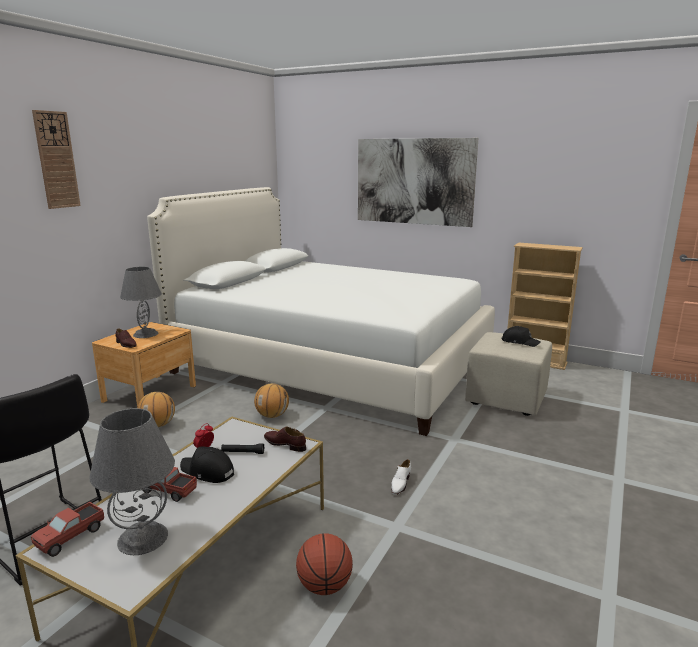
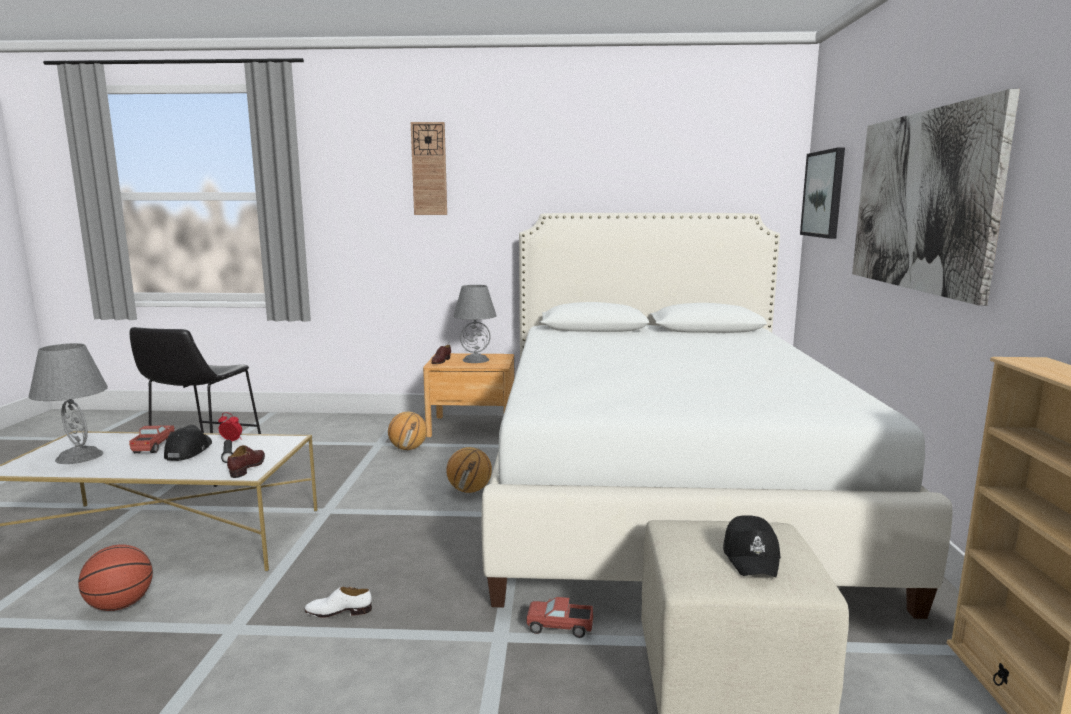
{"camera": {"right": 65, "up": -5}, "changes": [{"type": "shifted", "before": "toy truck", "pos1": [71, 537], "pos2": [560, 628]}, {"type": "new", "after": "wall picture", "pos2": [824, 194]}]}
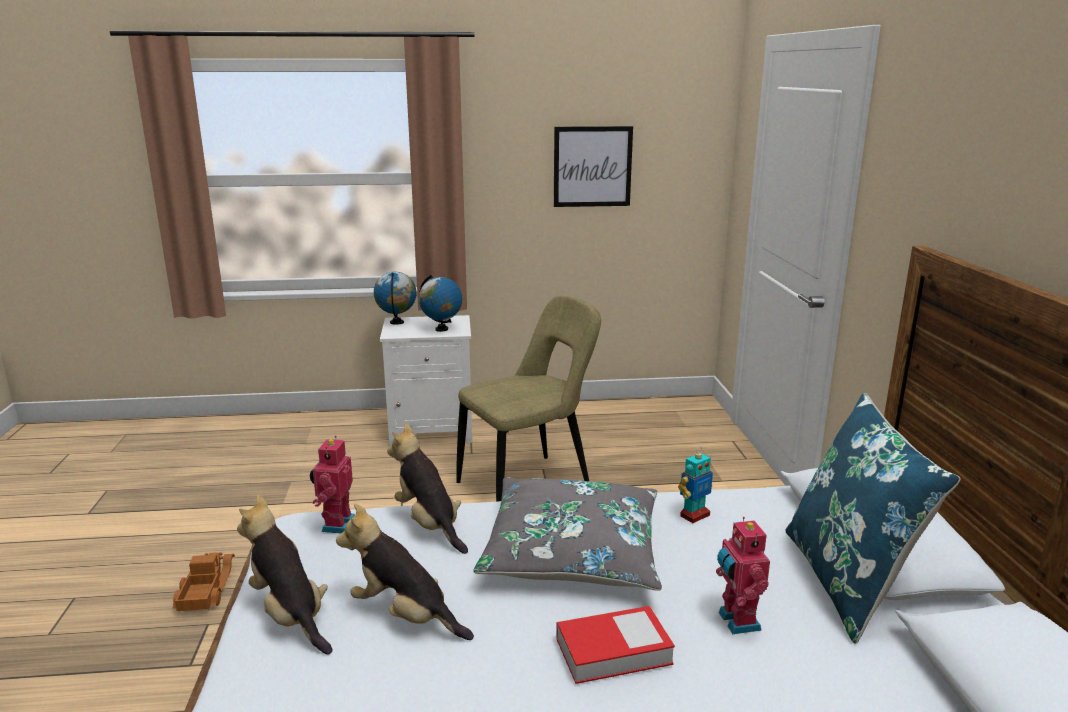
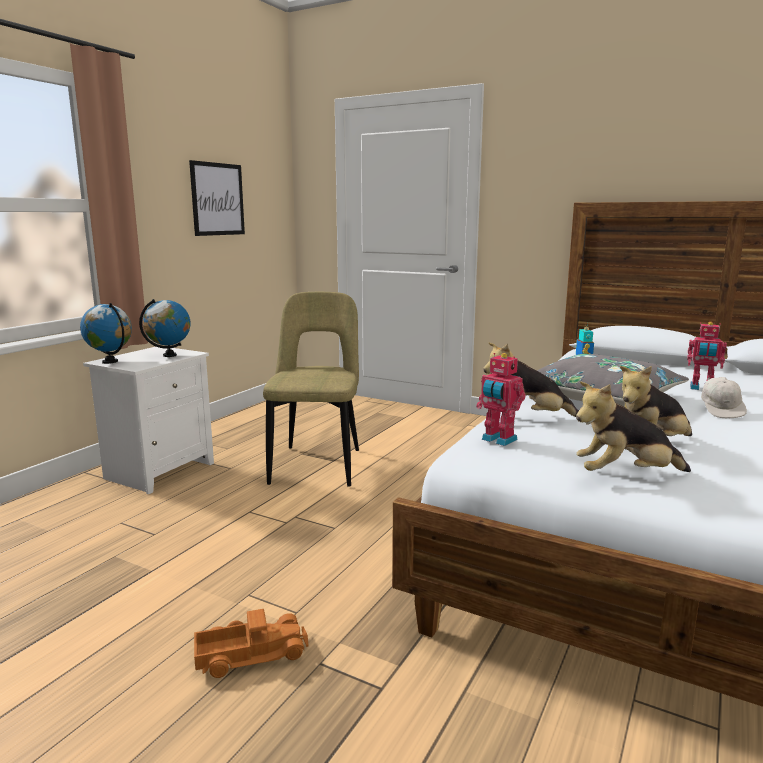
{"camera": {"right": -55, "up": -5}, "changes": [{"type": "rotated", "before": "toy truck", "pos1": [204, 589], "pos2": [250, 654], "turn": 135}, {"type": "swapped", "before": "bound book", "after": "baseball cap/white-coloured", "pos1": [613, 651], "pos2": [721, 411]}, {"type": "gone", "before": "pillow/blue", "pos1": [848, 581]}]}
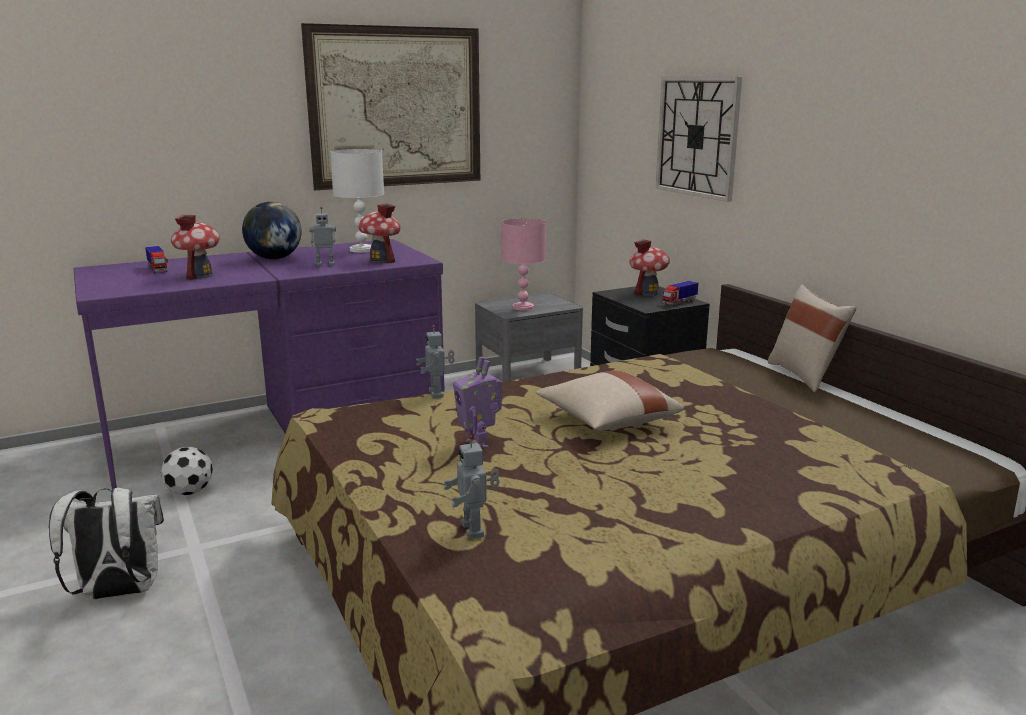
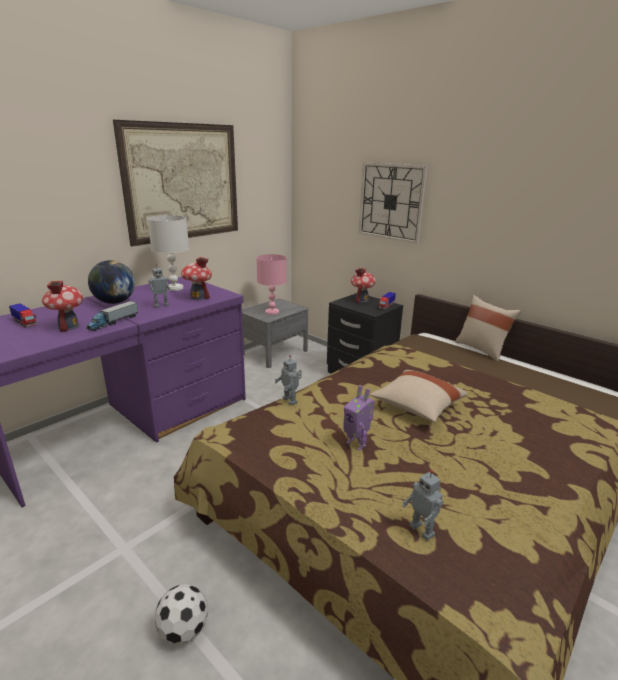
{"camera": {"right": -20, "up": 5}, "changes": [{"type": "new", "after": "toy truck", "pos2": [113, 322]}, {"type": "shifted", "before": "football ball", "pos1": [189, 492], "pos2": [183, 630]}, {"type": "gone", "before": "knapsack/white-coloured", "pos1": [118, 593]}]}
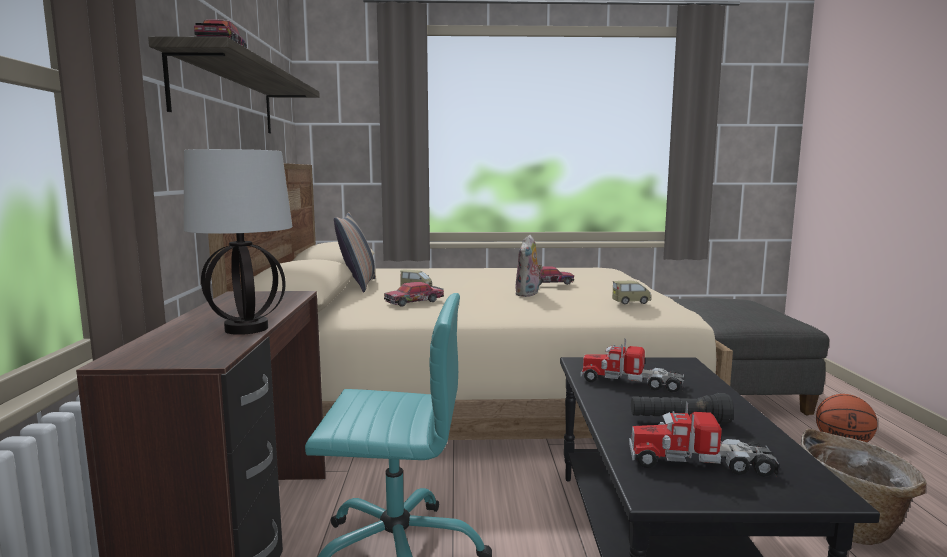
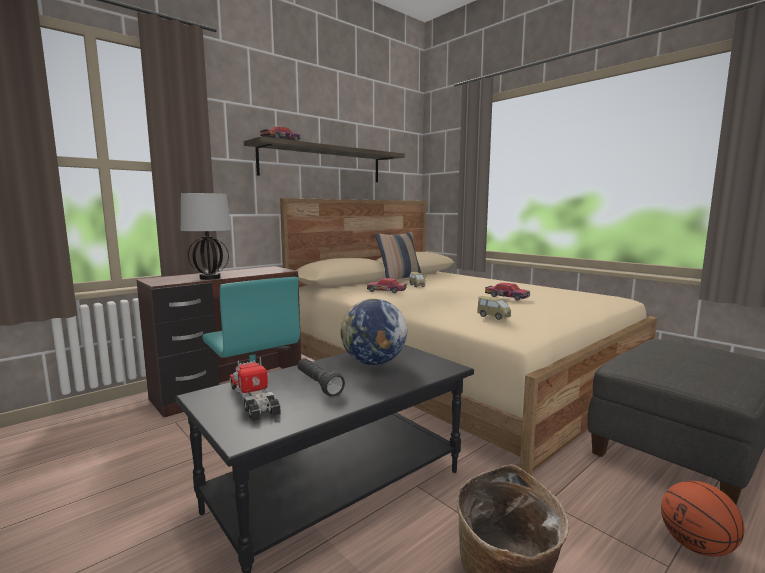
{"camera": {"right": 50, "up": 0}, "changes": [{"type": "swapped", "before": "toy truck", "after": "world globe", "pos1": [631, 383], "pos2": [373, 363]}, {"type": "gone", "before": "cuddly toy", "pos1": [528, 294]}]}
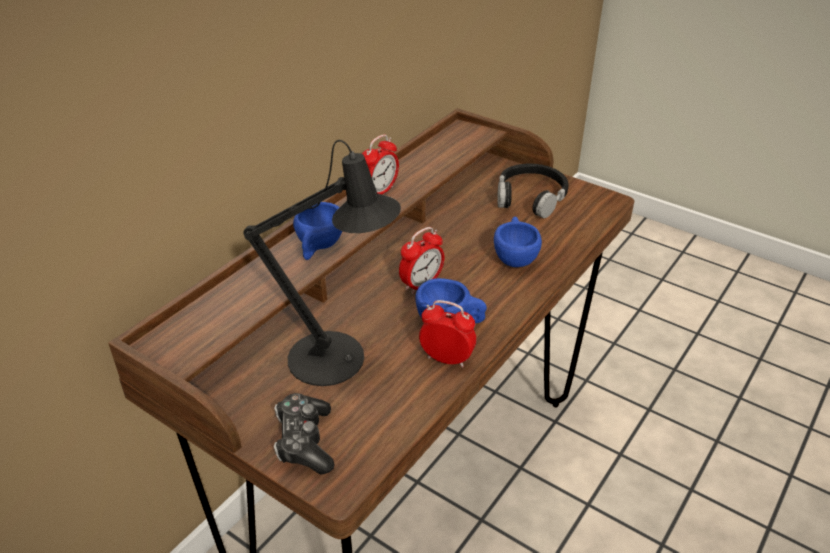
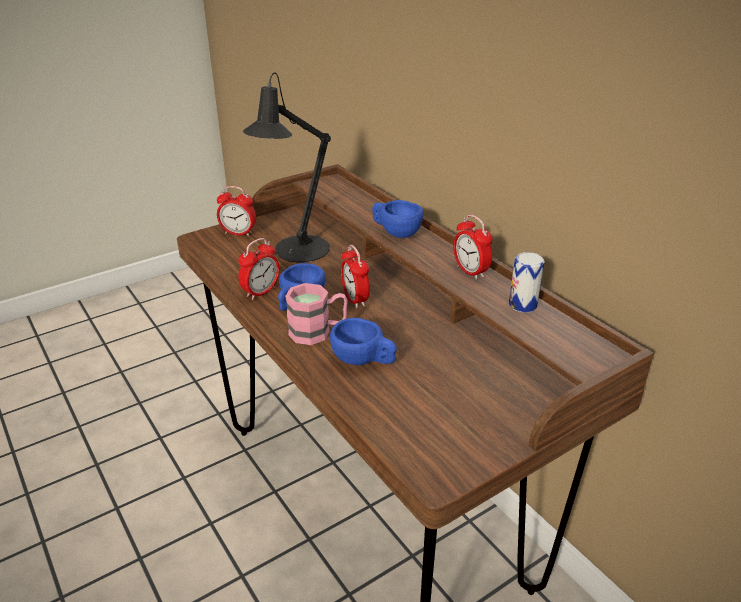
{"camera": {"right": 110, "up": -5}, "changes": [{"type": "swapped", "before": "joypad", "after": "table clock", "pos1": [305, 441], "pos2": [238, 233]}, {"type": "new", "after": "mug/pink-coloured", "pos2": [318, 331]}, {"type": "new", "after": "can", "pos2": [522, 304]}, {"type": "gone", "before": "pair of headphones/blackish", "pos1": [530, 197]}]}
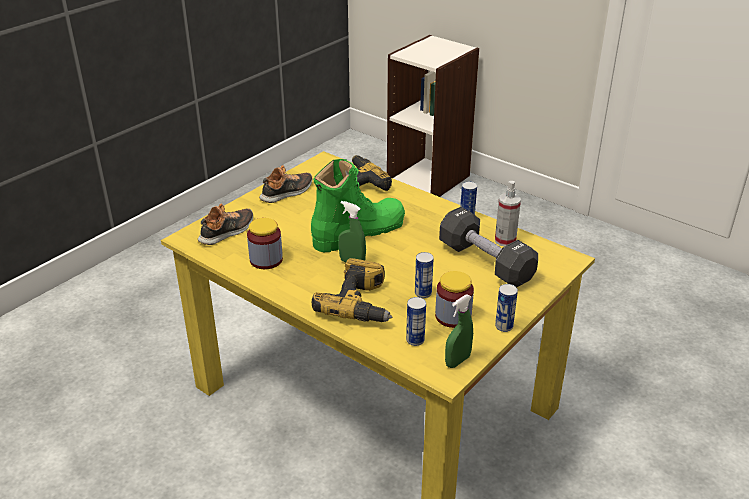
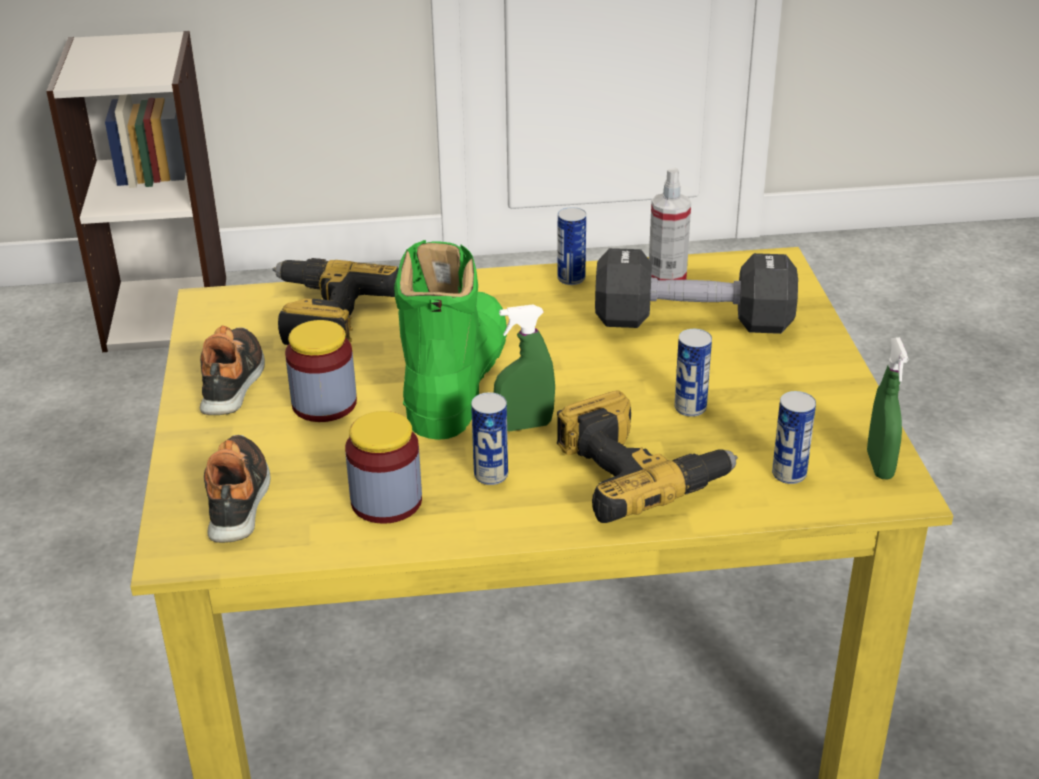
{"camera": {"right": -45, "up": 0}, "changes": [{"type": "shifted", "before": "preserve jar", "pos1": [453, 316], "pos2": [324, 404]}, {"type": "shifted", "before": "can", "pos1": [504, 326], "pos2": [491, 475]}]}
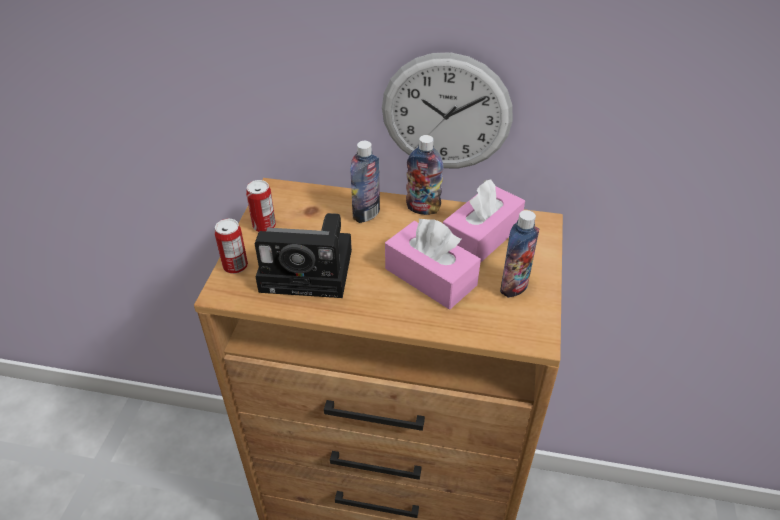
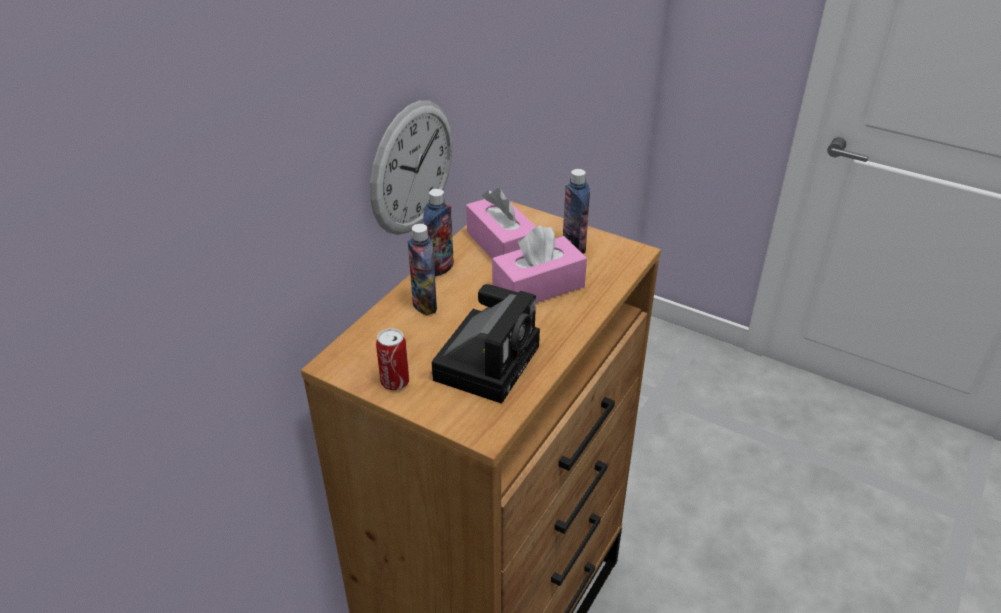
{"camera": {"right": -70, "up": -5}, "changes": [{"type": "gone", "before": "can", "pos1": [235, 266]}]}
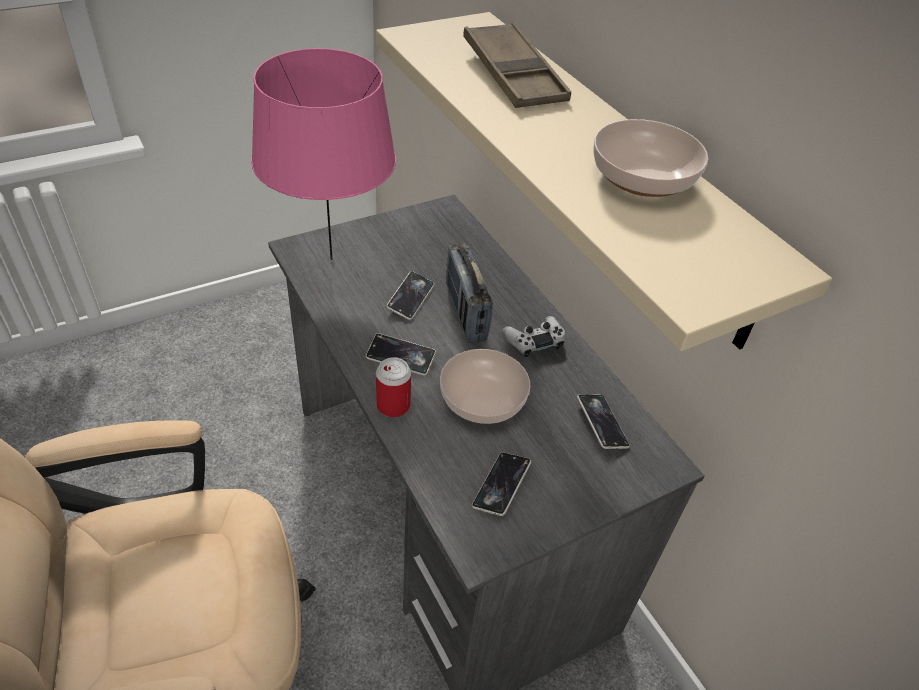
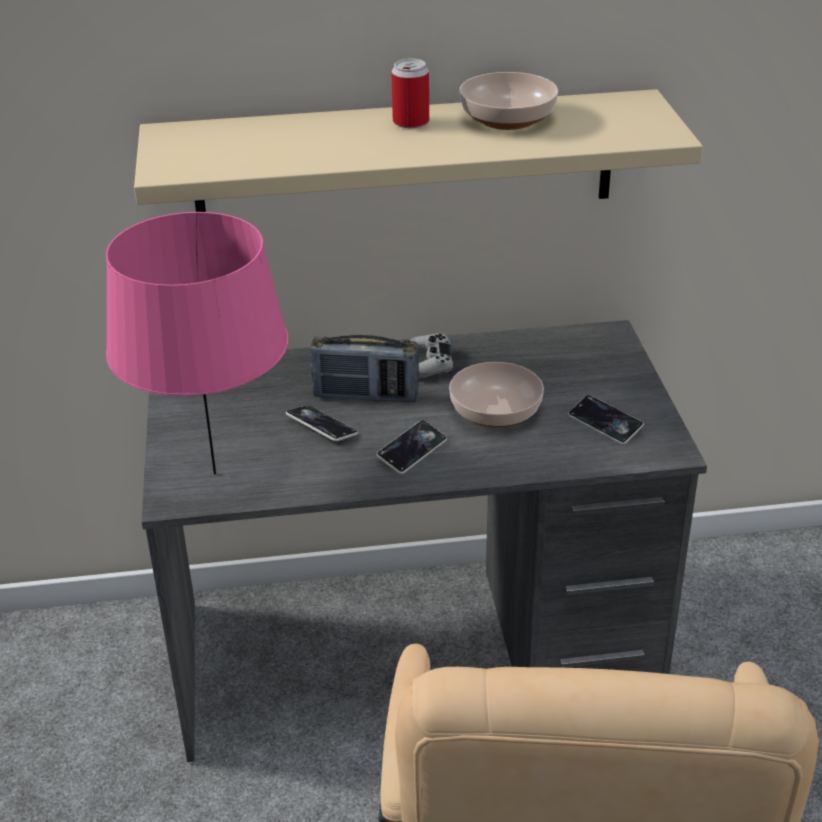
{"camera": {"right": -65, "up": -10}, "changes": [{"type": "shifted", "before": "can", "pos1": [393, 405], "pos2": [411, 122]}, {"type": "gone", "before": "serving tray/brown", "pos1": [513, 75]}, {"type": "gone", "before": "telephone", "pos1": [601, 424]}]}
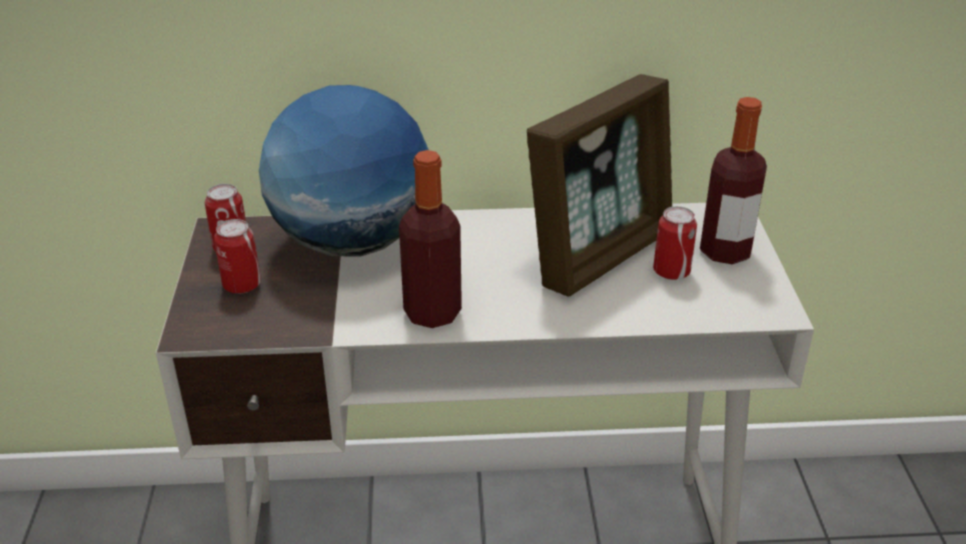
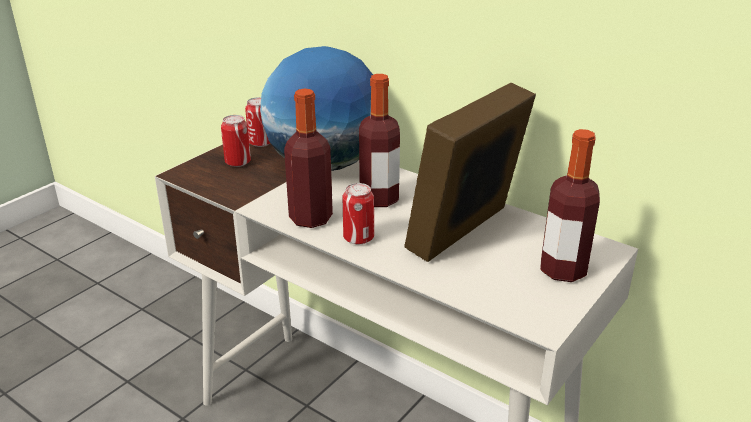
{"camera": {"right": 40, "up": -5}, "changes": [{"type": "shifted", "before": "can", "pos1": [671, 271], "pos2": [358, 238]}, {"type": "new", "after": "beverage bottle", "pos2": [379, 199]}, {"type": "rotated", "before": "photo frame", "pos1": [600, 254], "pos2": [464, 233], "turn": 135}]}
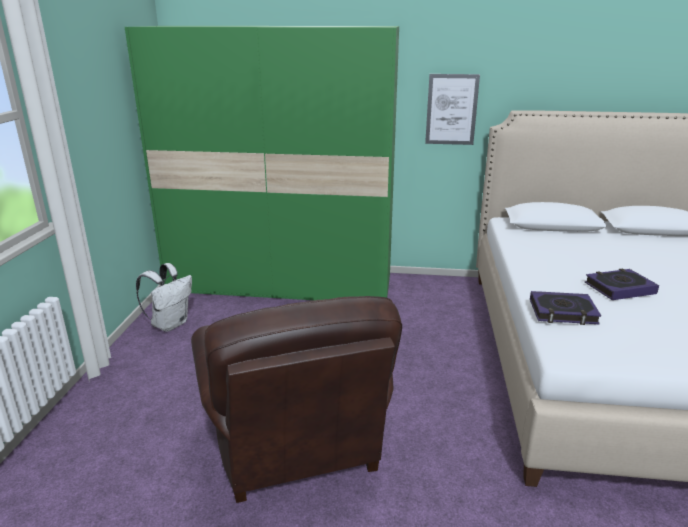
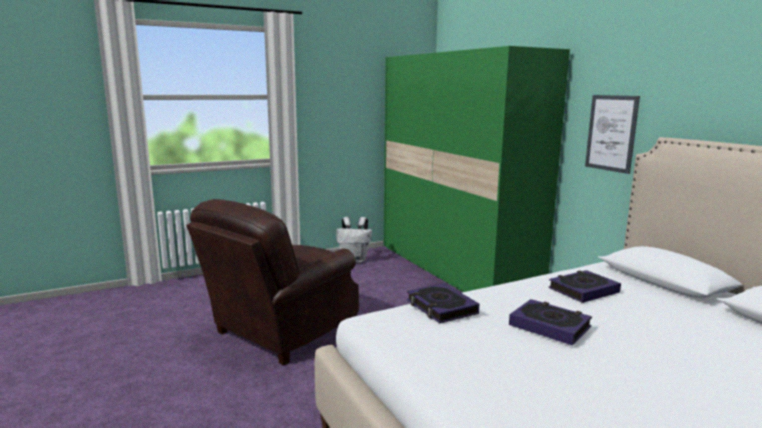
{"camera": {"right": 55, "up": -10}, "changes": [{"type": "new", "after": "bound book", "pos2": [583, 290]}]}
